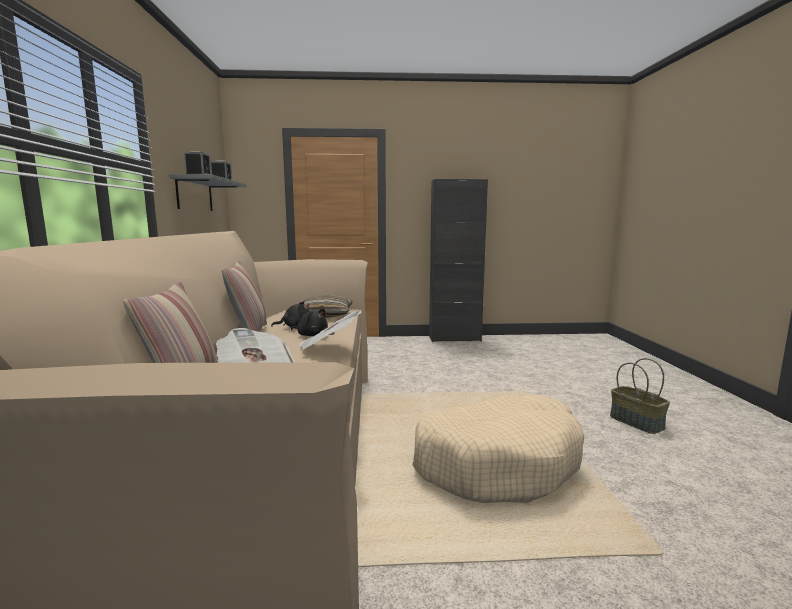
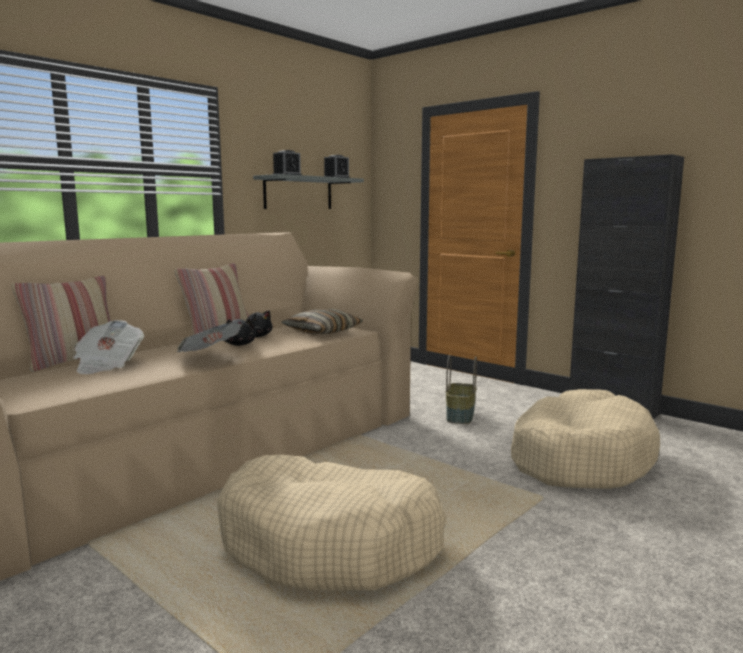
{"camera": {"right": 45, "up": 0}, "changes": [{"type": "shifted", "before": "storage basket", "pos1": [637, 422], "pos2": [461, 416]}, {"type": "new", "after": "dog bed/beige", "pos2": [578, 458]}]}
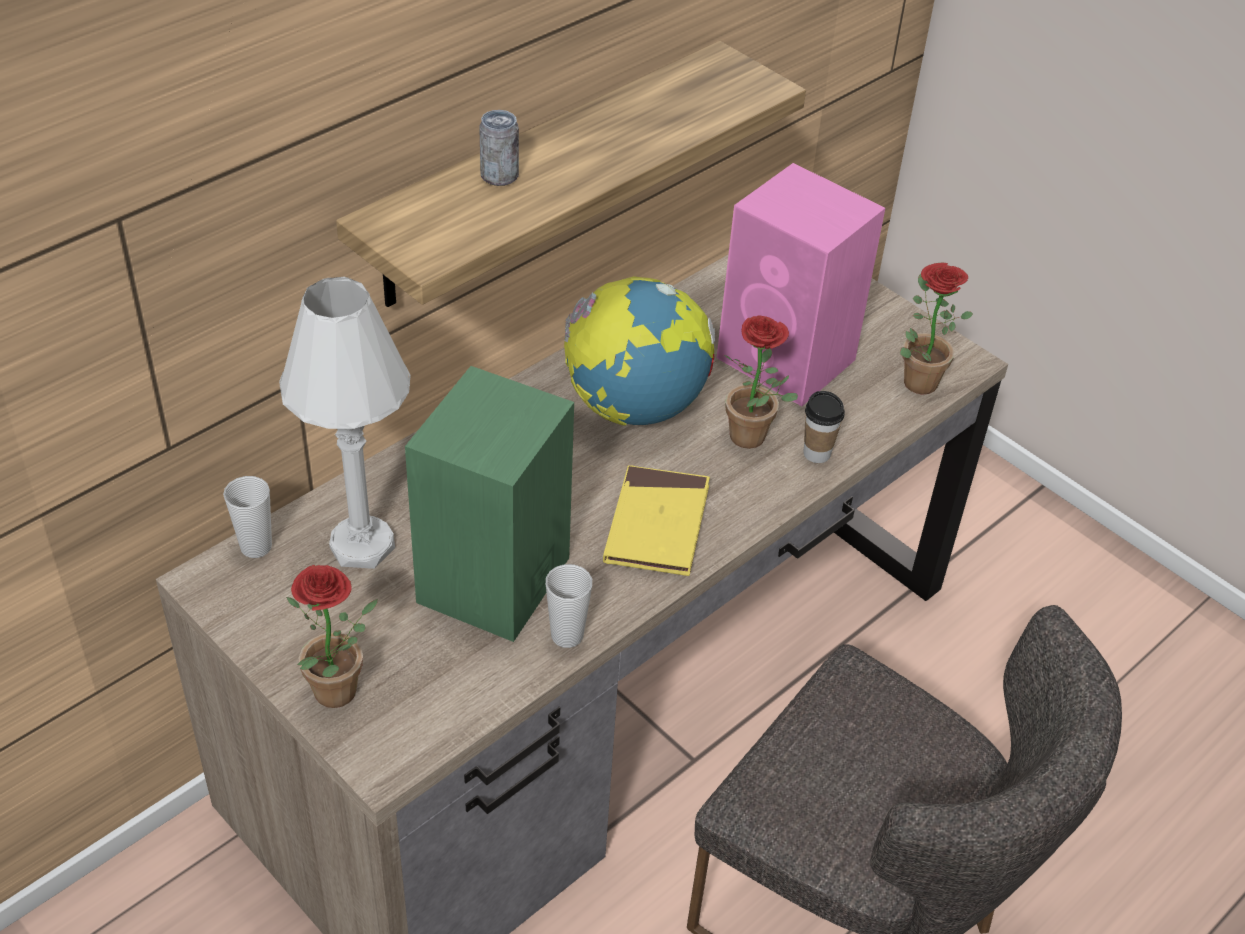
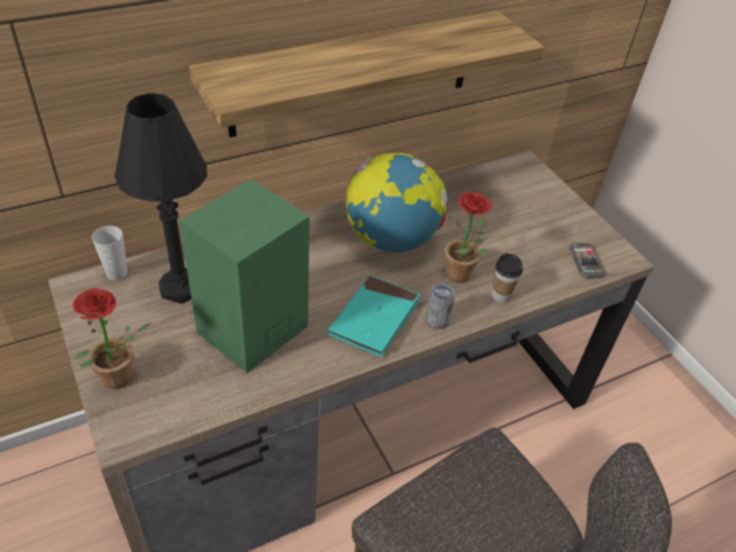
{"camera": {"right": 15, "up": 0}, "changes": [{"type": "repainted", "before": "lamp for a table/white-coloured", "after": "lamp for a table/blackish", "pos1": [362, 546], "pos2": [181, 288]}, {"type": "repainted", "before": "bound book/yellow", "after": "bound book/turquoise", "pos1": [657, 525], "pos2": [374, 318]}, {"type": "shifted", "before": "can", "pos1": [499, 176], "pos2": [436, 321]}, {"type": "swapped", "before": "potted plant", "after": "telephone", "pos1": [916, 378], "pos2": [586, 262]}, {"type": "gone", "before": "drinking cup", "pos1": [567, 635]}, {"type": "gone", "before": "audio speaker/pink-coloured", "pos1": [788, 360]}]}
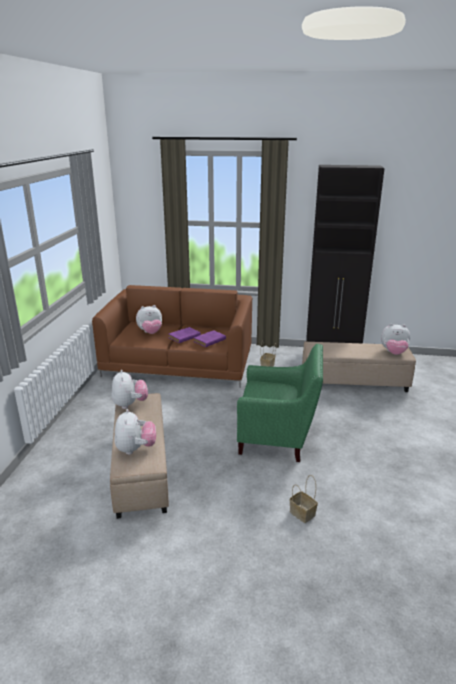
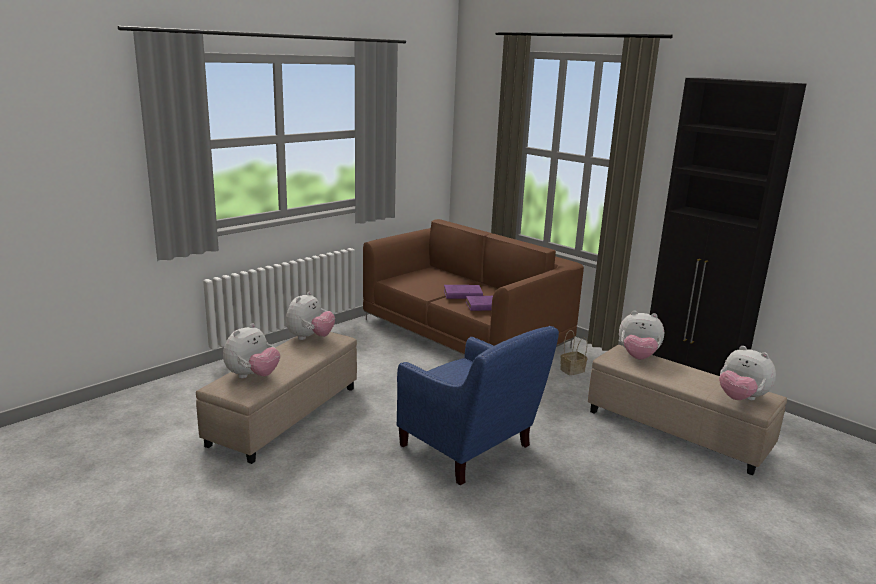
{"camera": {"right": 35, "up": -5}, "changes": [{"type": "repainted", "before": "easy chair/green-coloured", "after": "easy chair/blue", "pos1": [278, 438], "pos2": [470, 450]}, {"type": "shifted", "before": "cuddly toy", "pos1": [150, 333], "pos2": [638, 357]}, {"type": "gone", "before": "storage basket", "pos1": [301, 513]}]}
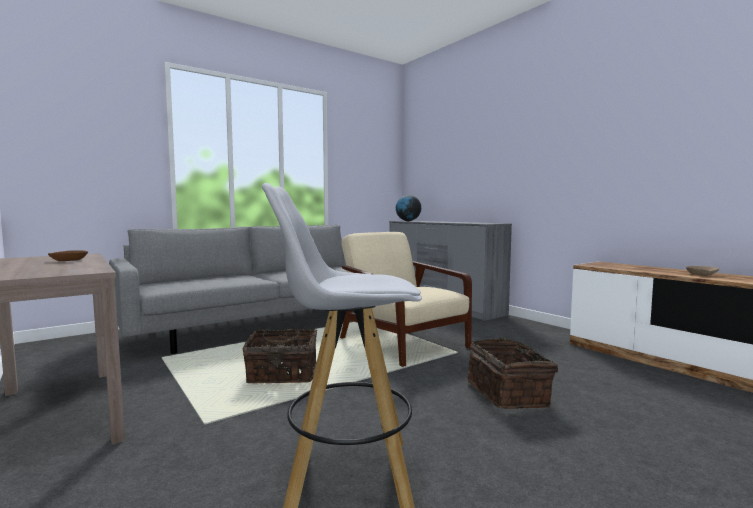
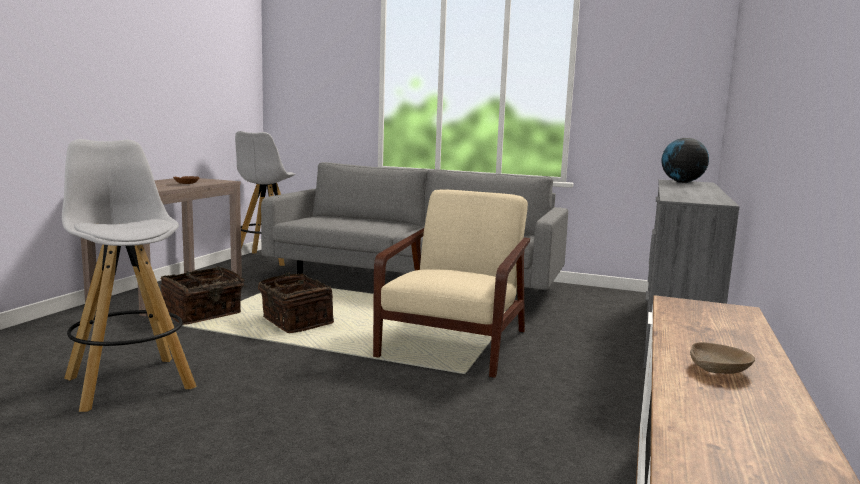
{"camera": {"right": 55, "up": 5}, "changes": [{"type": "shifted", "before": "storage basket", "pos1": [509, 394], "pos2": [203, 314]}, {"type": "new", "after": "stool/white-coloured", "pos2": [267, 259]}]}
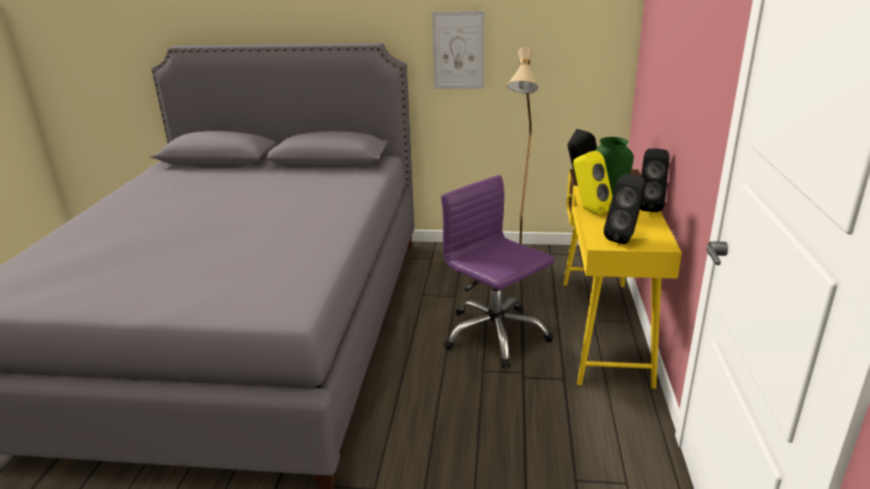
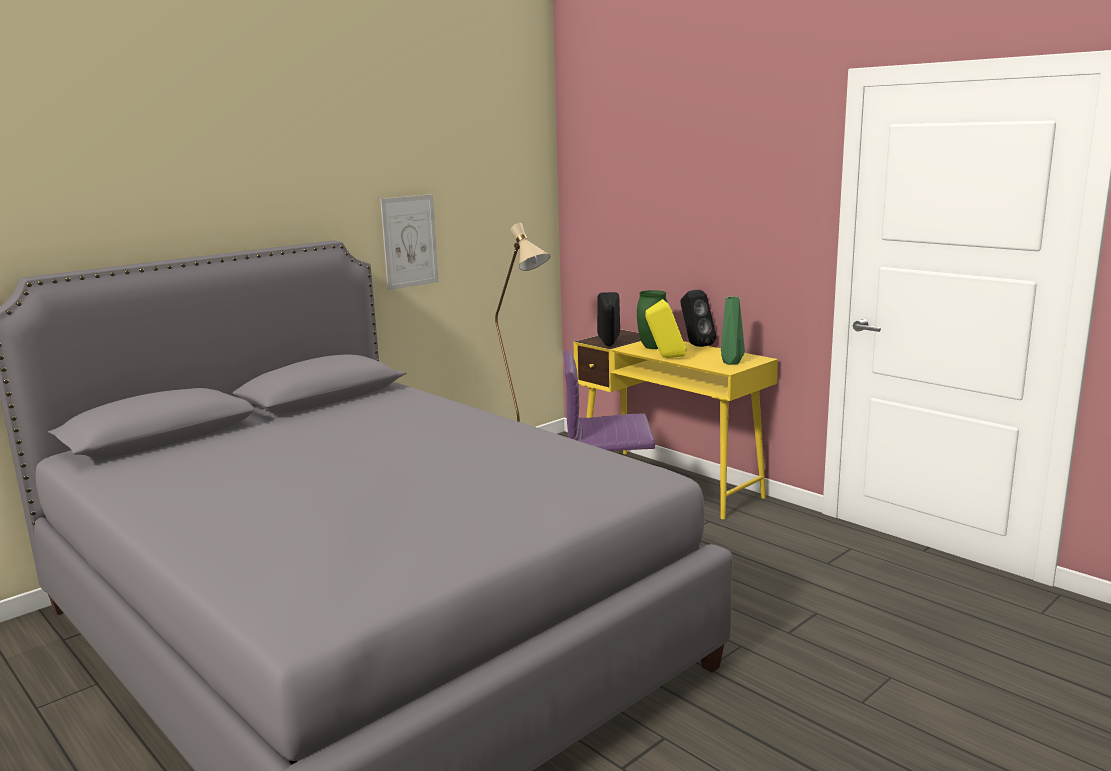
{"camera": {"right": -50, "up": -10}, "changes": [{"type": "swapped", "before": "audio speaker/blackish", "after": "vase/green-coloured", "pos1": [625, 238], "pos2": [731, 363]}]}
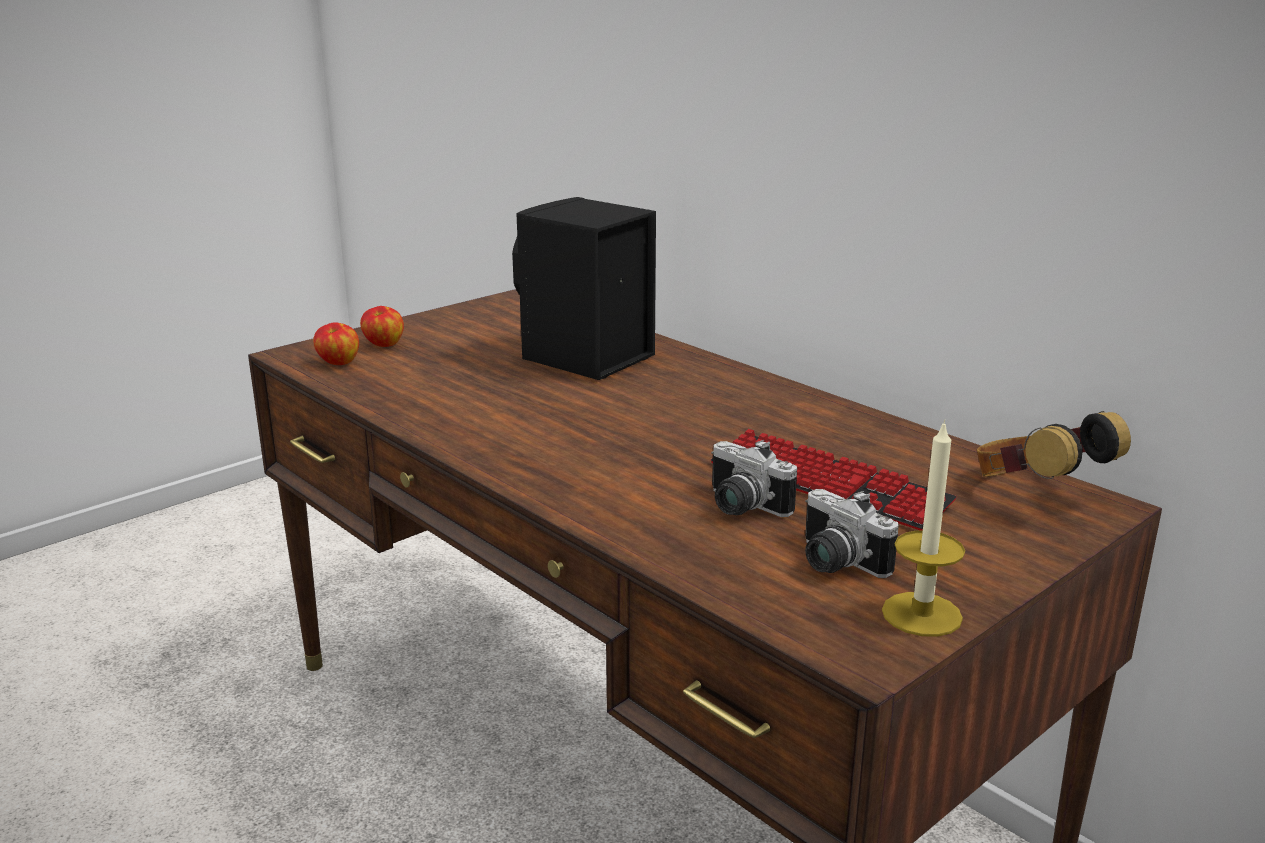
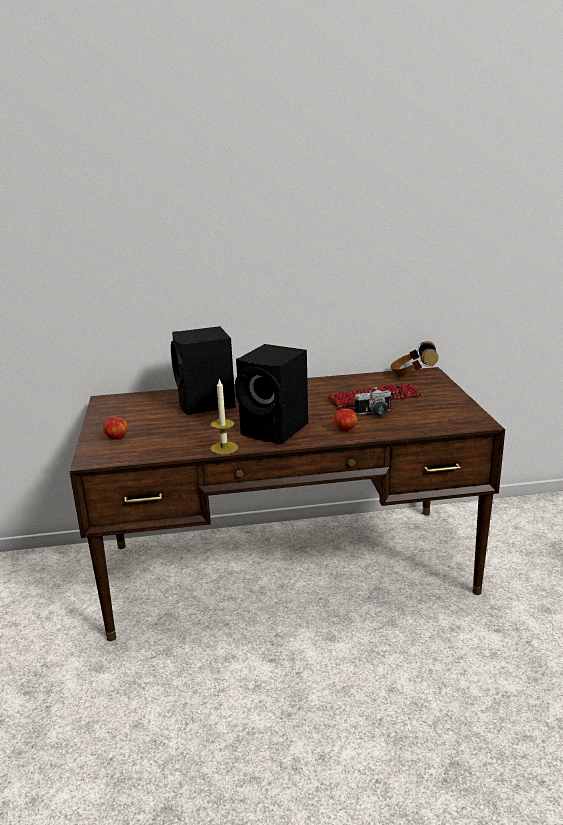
{"camera": {"right": -55, "up": 0}, "changes": [{"type": "shifted", "before": "candle", "pos1": [921, 614], "pos2": [224, 448]}, {"type": "new", "after": "audio speaker/blackish", "pos2": [276, 430]}, {"type": "shifted", "before": "apple", "pos1": [338, 363], "pos2": [345, 430]}, {"type": "gone", "before": "still camera", "pos1": [834, 563]}]}
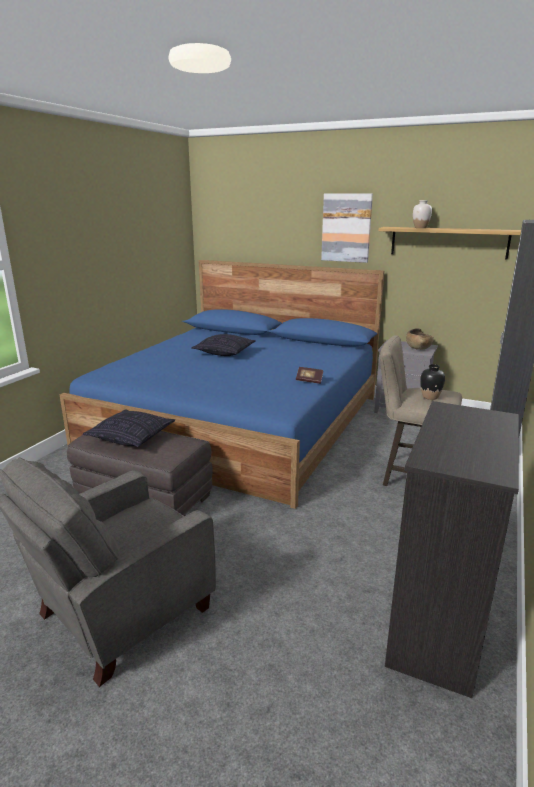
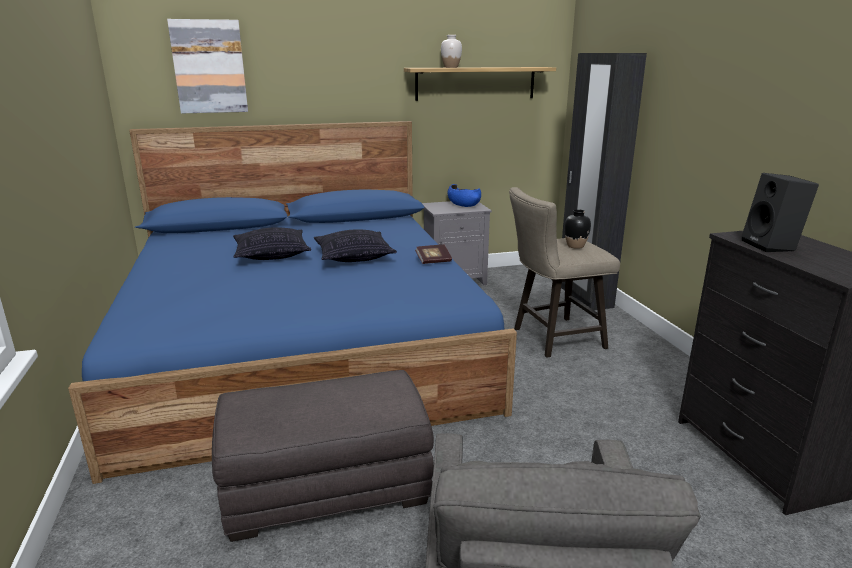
{"camera": {"right": -40, "up": 0}, "changes": [{"type": "shifted", "before": "wall picture", "pos1": [346, 228], "pos2": [209, 67]}, {"type": "shifted", "before": "pillow", "pos1": [132, 437], "pos2": [354, 257]}, {"type": "repainted", "before": "serving bowl/brown", "after": "serving bowl/blue", "pos1": [418, 347], "pos2": [463, 204]}, {"type": "new", "after": "audio speaker/blackish", "pos2": [772, 246]}]}
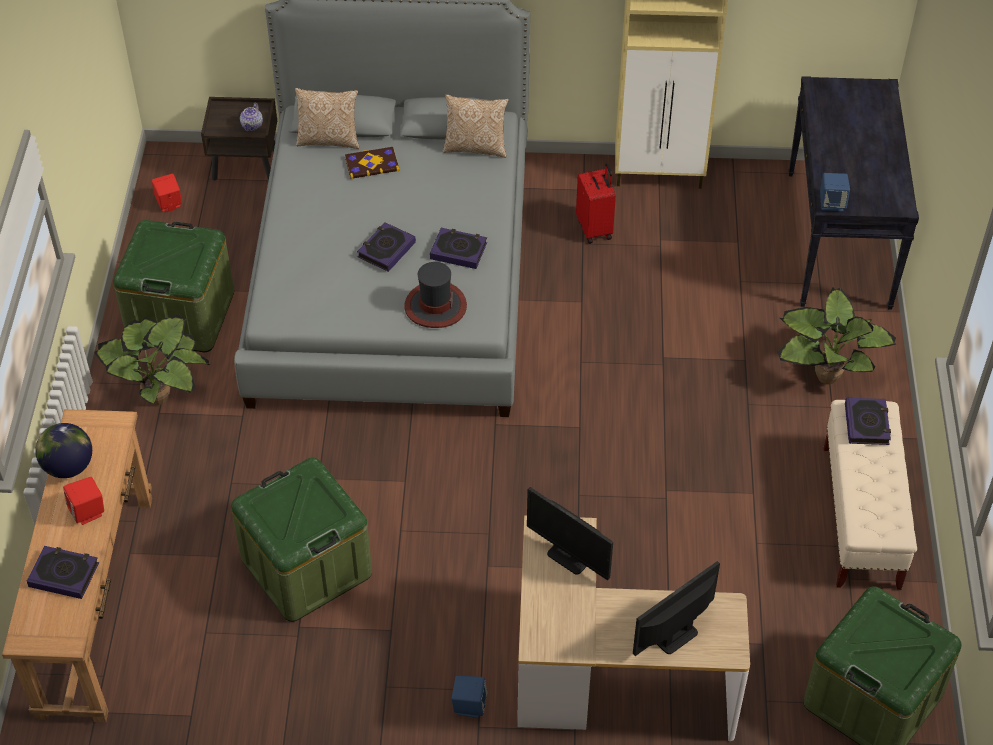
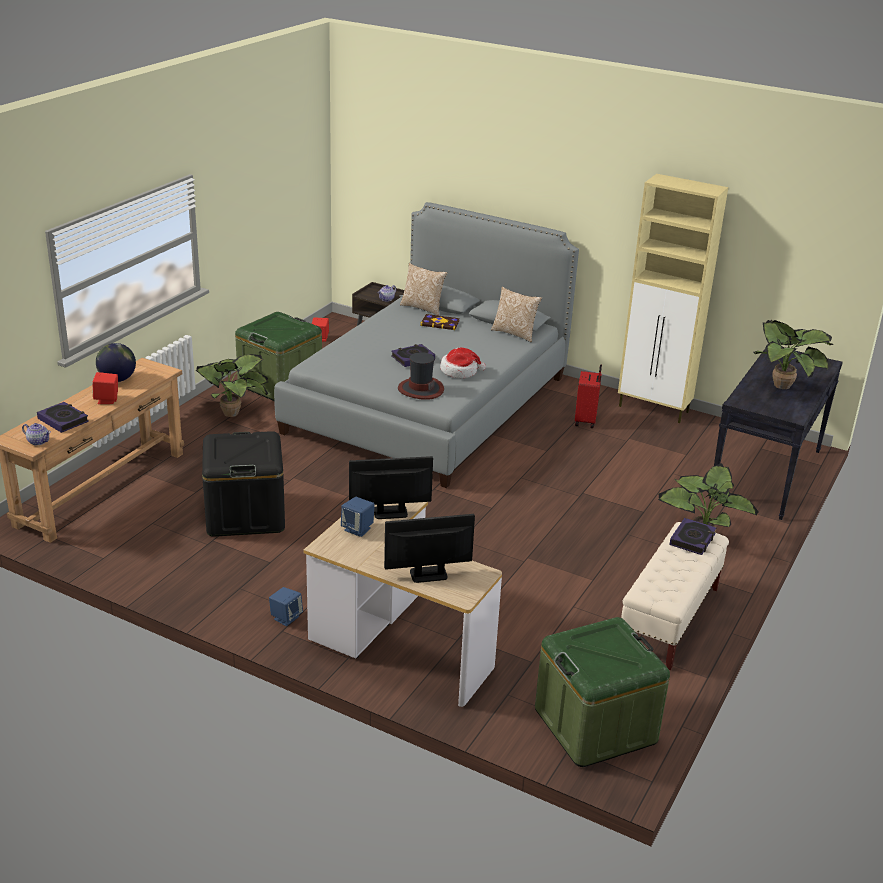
{"camera": {"right": 25, "up": -20}, "changes": [{"type": "new", "after": "pot for tea", "pos2": [38, 441]}, {"type": "repainted", "before": "storage container/green-coloured", "after": "storage container/blackish", "pos1": [306, 566], "pos2": [245, 514]}, {"type": "shifted", "before": "audio speaker/blue", "pos1": [832, 204], "pos2": [358, 529]}, {"type": "rotated", "before": "monitor", "pos1": [569, 556], "pos2": [390, 512], "turn": 105}, {"type": "swapped", "before": "bound book", "after": "wearable hat", "pos1": [458, 251], "pos2": [460, 371]}, {"type": "new", "after": "potted plant", "pos2": [785, 386]}]}
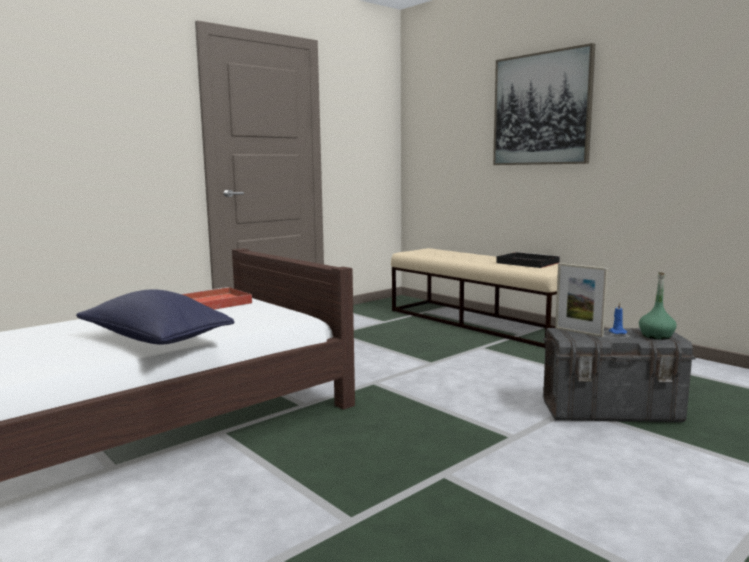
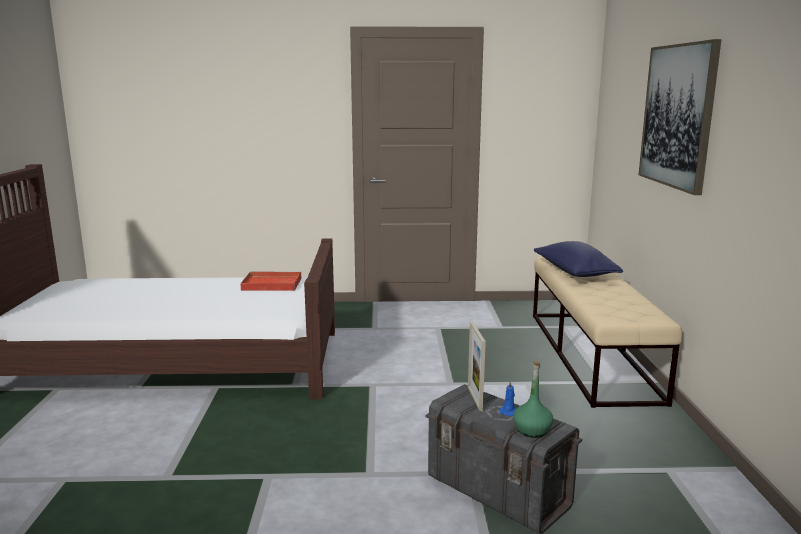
{"camera": {"right": 40, "up": 5}, "changes": [{"type": "shifted", "before": "pillow/blue", "pos1": [155, 340], "pos2": [574, 273]}, {"type": "gone", "before": "serving tray/blackish", "pos1": [526, 263]}]}
